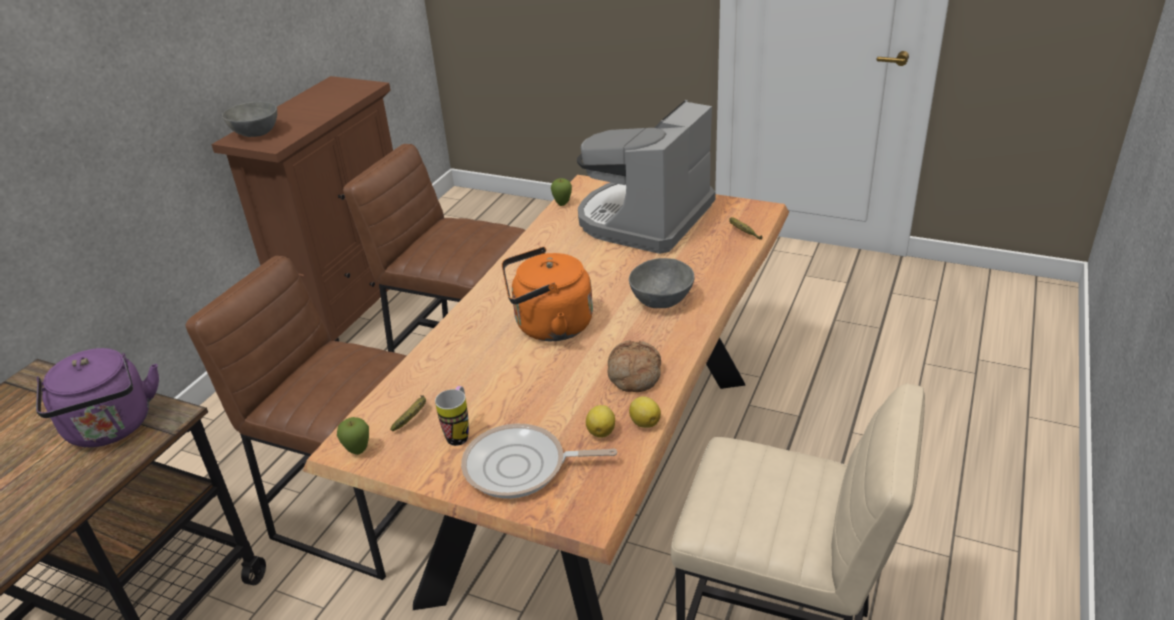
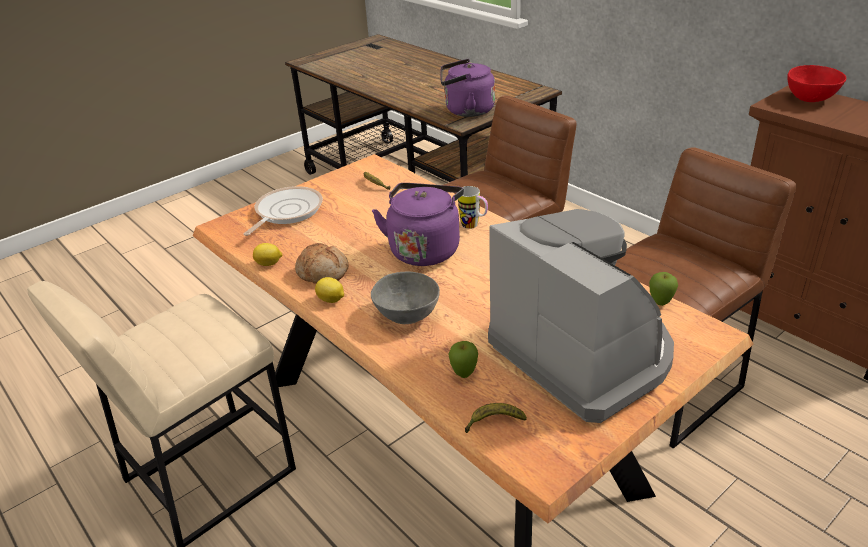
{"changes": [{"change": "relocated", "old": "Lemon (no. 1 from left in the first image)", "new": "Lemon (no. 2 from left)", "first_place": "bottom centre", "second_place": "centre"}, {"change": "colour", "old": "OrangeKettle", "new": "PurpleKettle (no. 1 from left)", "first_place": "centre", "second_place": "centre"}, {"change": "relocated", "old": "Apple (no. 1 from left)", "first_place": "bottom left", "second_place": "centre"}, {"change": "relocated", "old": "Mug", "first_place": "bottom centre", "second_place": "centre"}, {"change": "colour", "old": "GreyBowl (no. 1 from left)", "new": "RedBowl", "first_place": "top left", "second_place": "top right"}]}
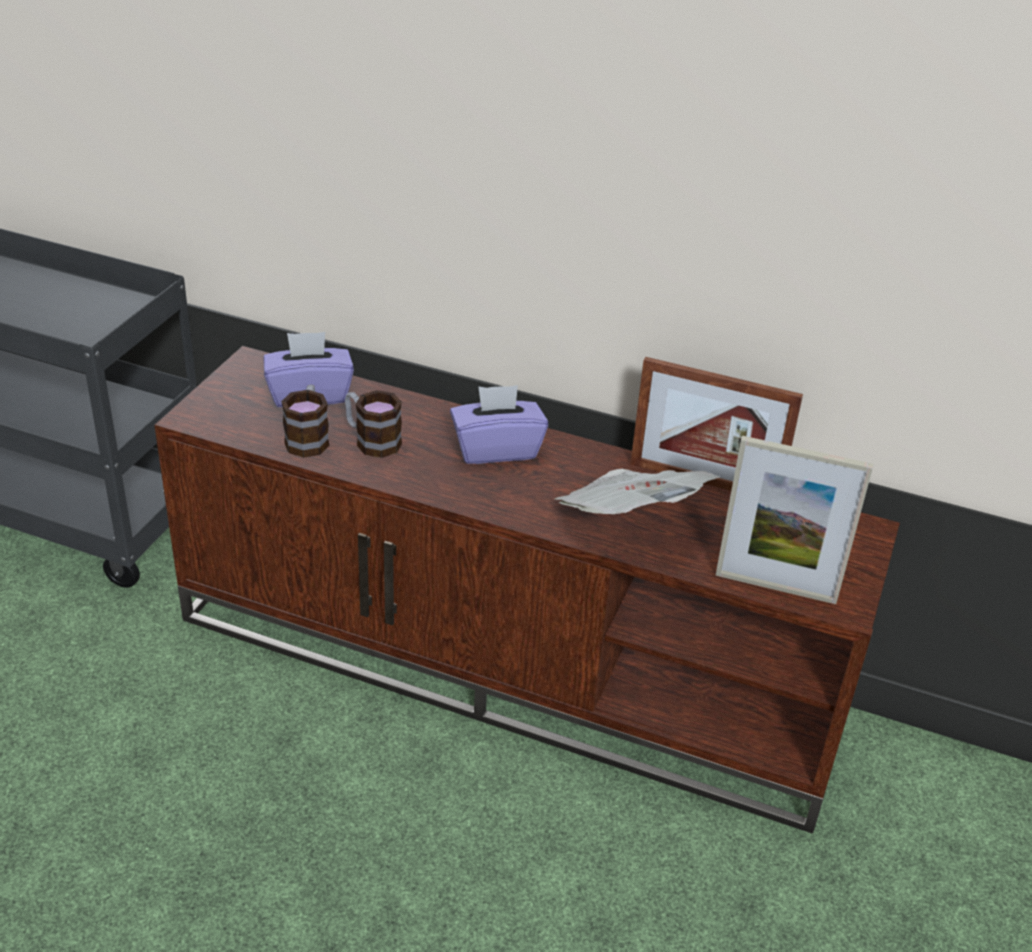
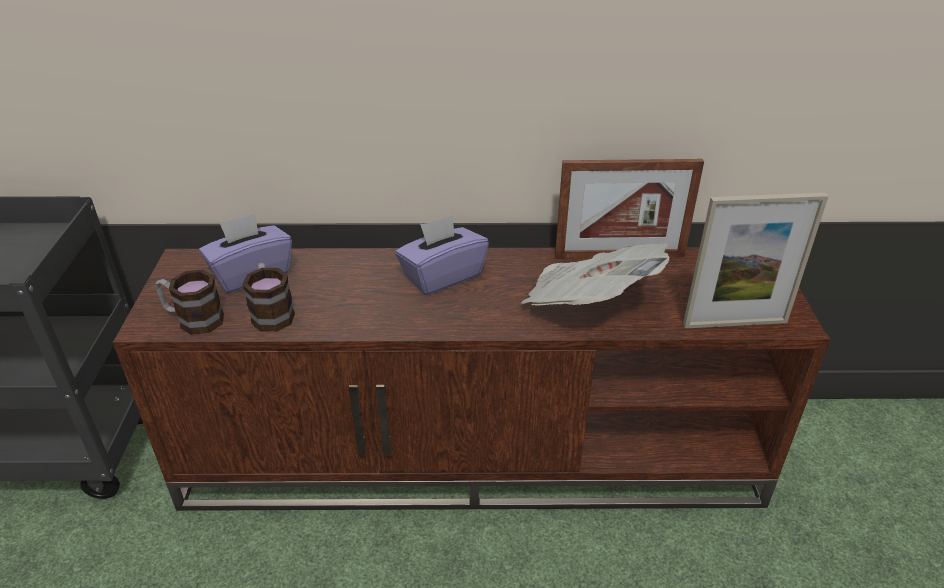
{"changes": [{"change": "relocated", "old": "Mug (no. 2 from left in the first image)", "new": "Mug (no. 1 from left)", "first_place": "centre", "second_place": "middle left"}]}
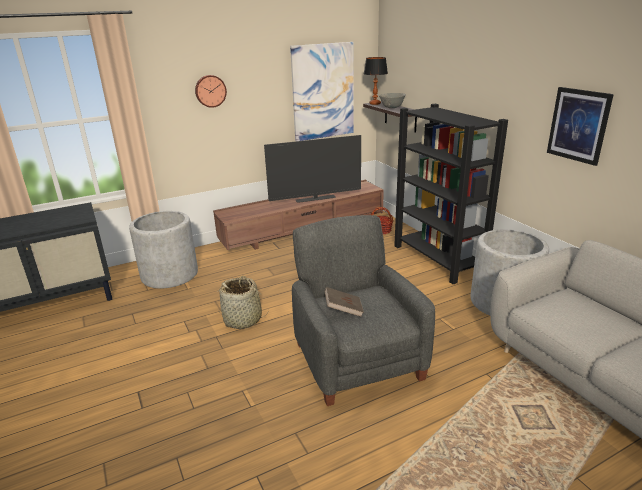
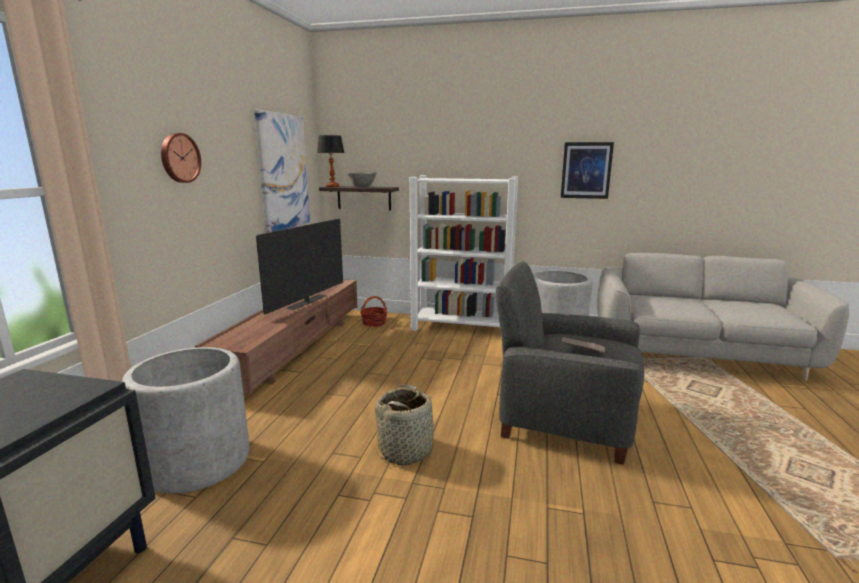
{"changes": [{"change": "colour", "old": "BlackBookcase", "new": "WhiteBookcase", "first_place": "middle right", "second_place": "centre"}]}
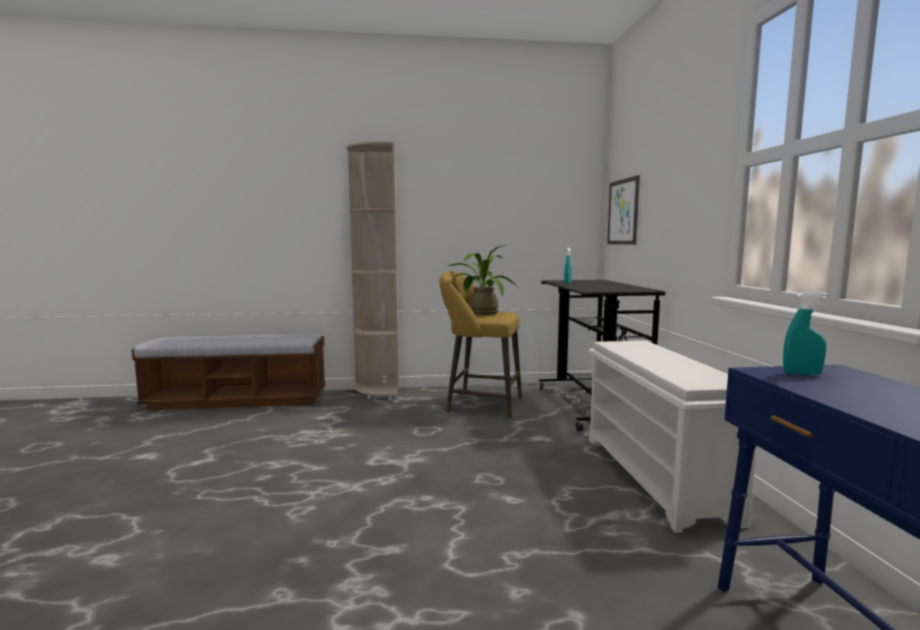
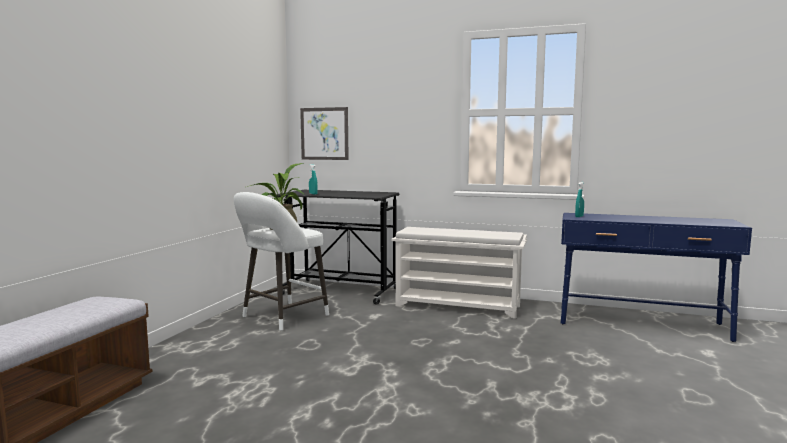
{"changes": [{"change": "colour", "old": "YellowStool", "new": "WhiteStool", "first_place": "centre", "second_place": "centre"}, {"change": "missing", "old": "BeigeBookcase", "first_place": "centre"}]}
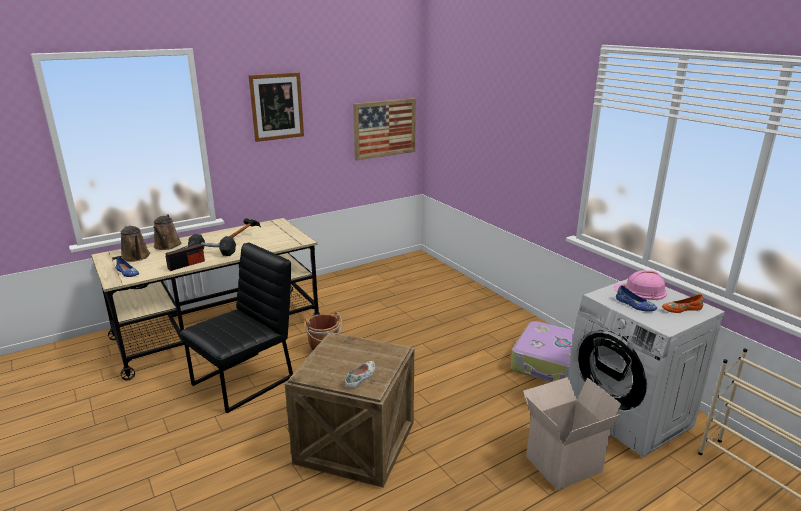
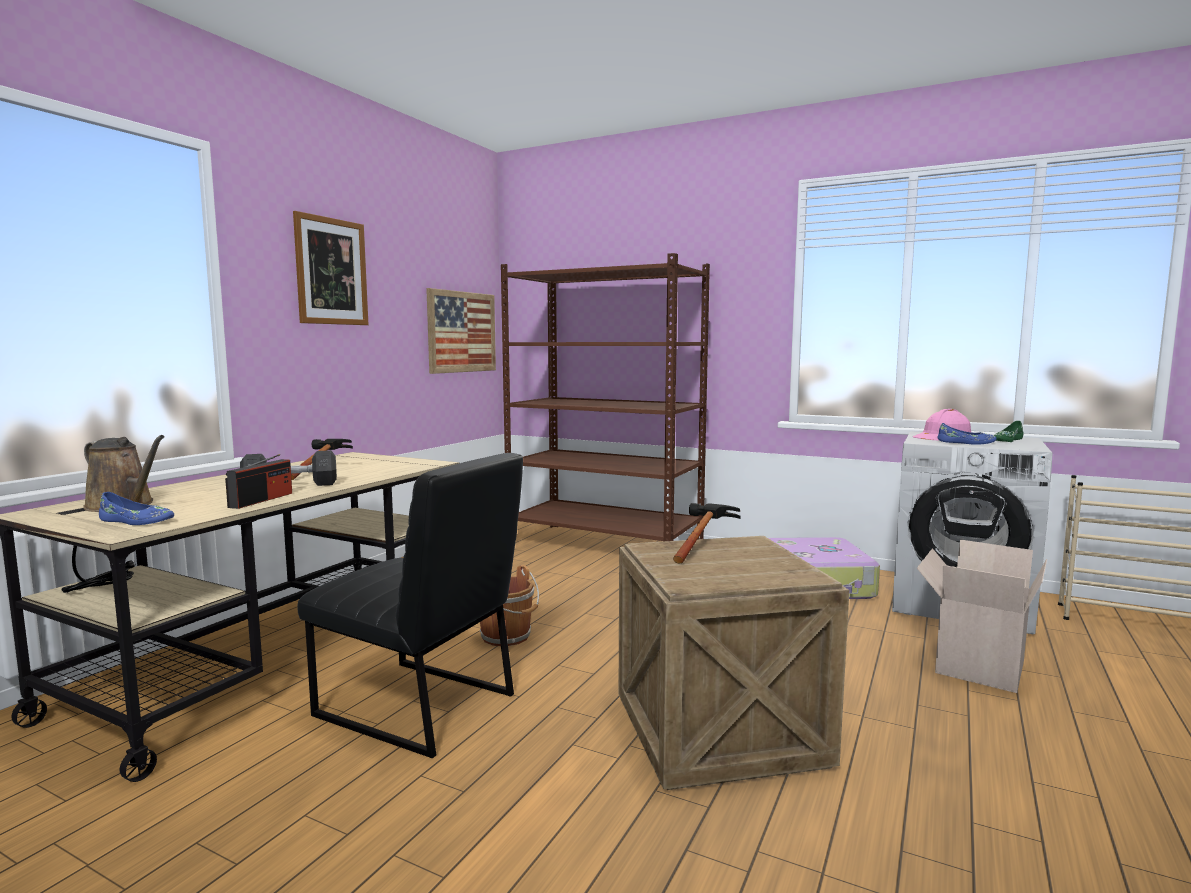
{"changes": [{"change": "spun", "old": "BlackChair", "first_place": "middle left", "second_place": "bottom centre", "degrees": 105}, {"change": "appeared", "new": "BrownBookcase", "second_place": "centre"}, {"change": "appeared", "new": "Hammer (no. 2 from left)", "second_place": "centre"}, {"change": "colour", "old": "OrangeShoe", "new": "GreenShoe", "first_place": "middle right", "second_place": "middle right"}, {"change": "missing", "old": "BrownWateringCan (no. 2 from left)", "first_place": "middle left"}, {"change": "missing", "old": "WhiteShoe", "first_place": "bottom centre"}]}
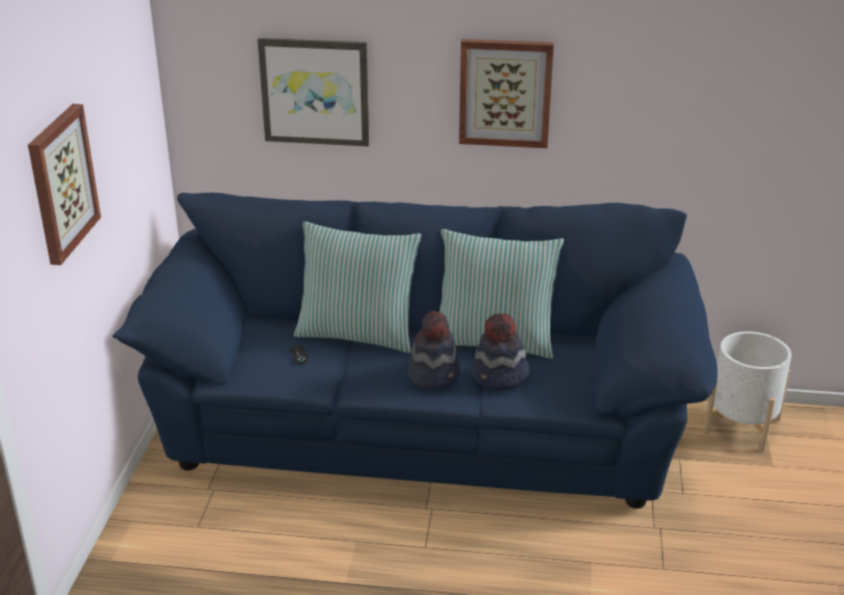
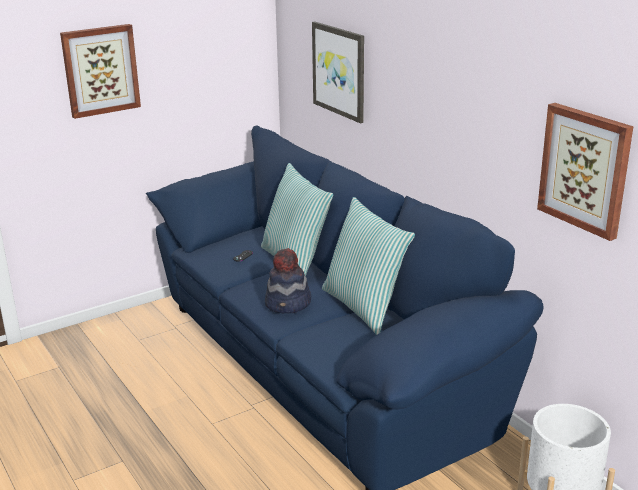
{"changes": [{"change": "relocated", "old": "Picture (no. 3 from left)", "first_place": "top centre", "second_place": "middle right"}, {"change": "missing", "old": "Hat (no. 2 from left)", "first_place": "centre"}]}
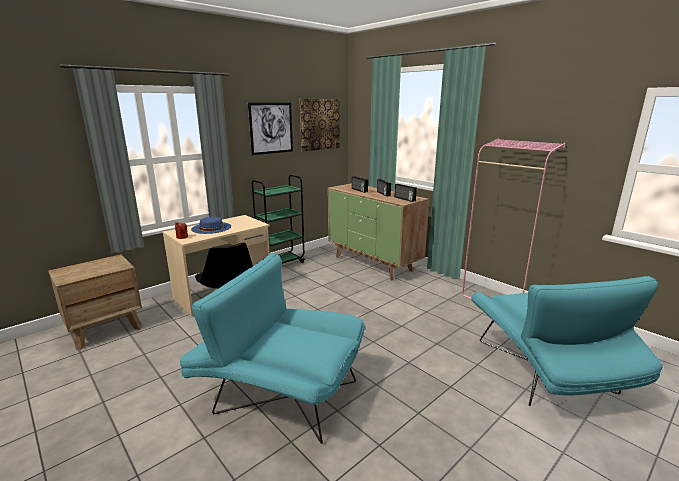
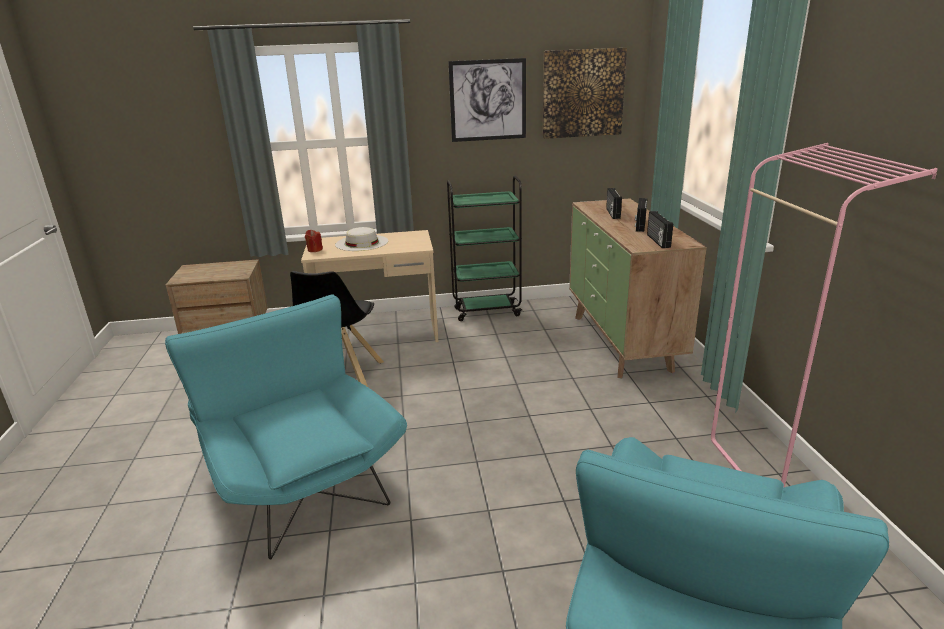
{"changes": [{"change": "colour", "old": "BlueHat", "new": "WhiteHat", "first_place": "middle left", "second_place": "centre"}]}
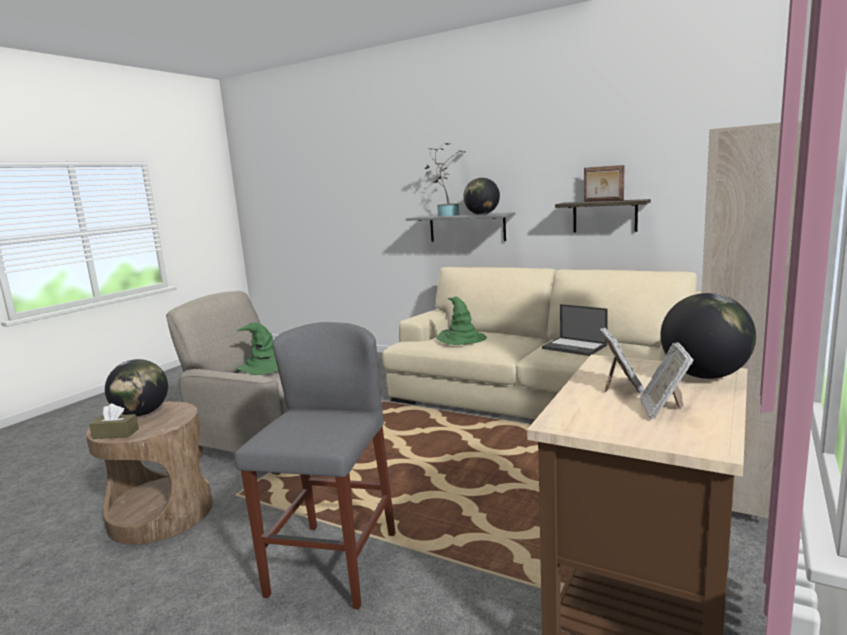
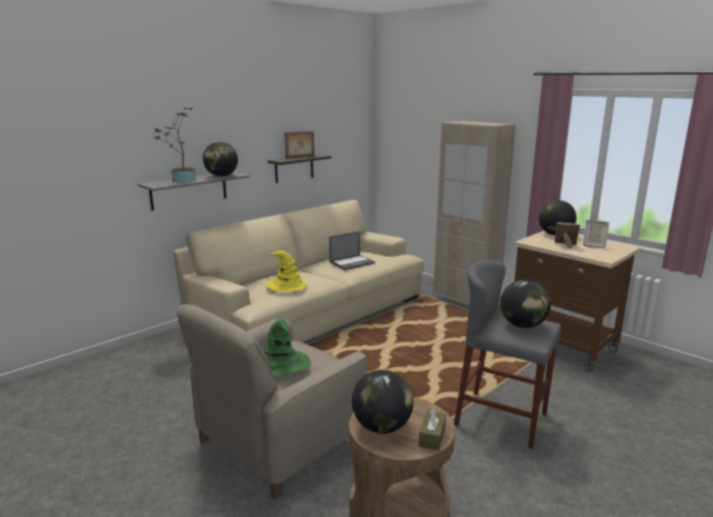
{"changes": [{"change": "colour", "old": "GreenHat (no. 2 from left)", "new": "YellowHat", "first_place": "centre", "second_place": "centre"}, {"change": "appeared", "new": "Globe (no. 3 from left)", "second_place": "middle right"}]}
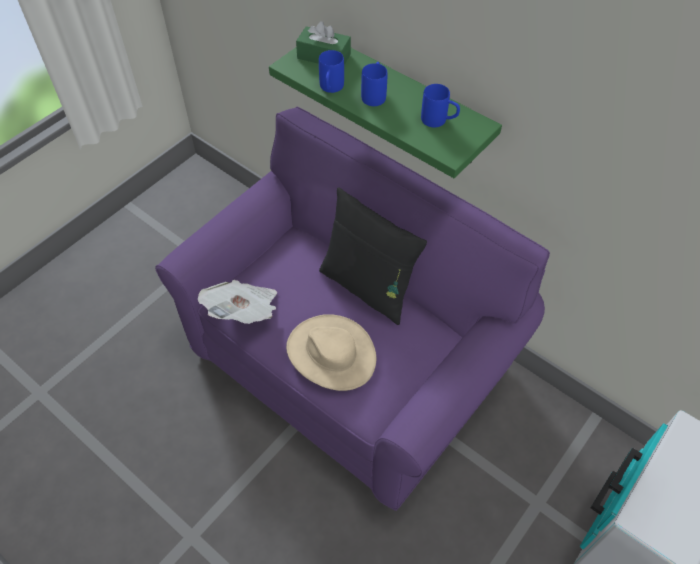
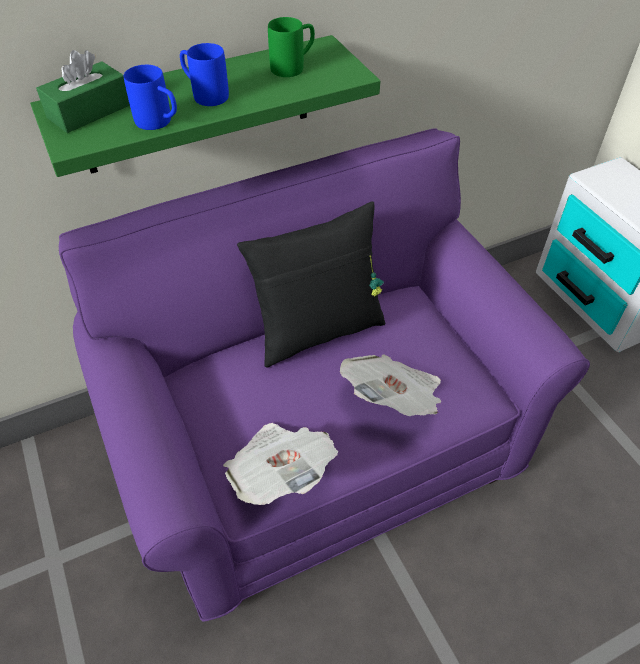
{"changes": [{"change": "colour", "old": "BlueMug (no. 3 from left)", "new": "GreenMug", "first_place": "top centre", "second_place": "top centre"}, {"change": "exchanged", "old": "BeigeHat", "new": "Newspaper (no. 2 from left)", "first_place": "centre", "second_place": "centre"}]}
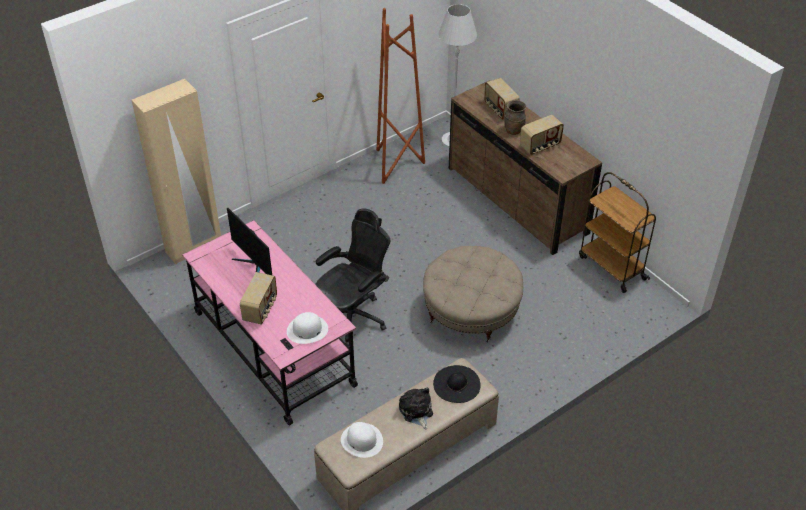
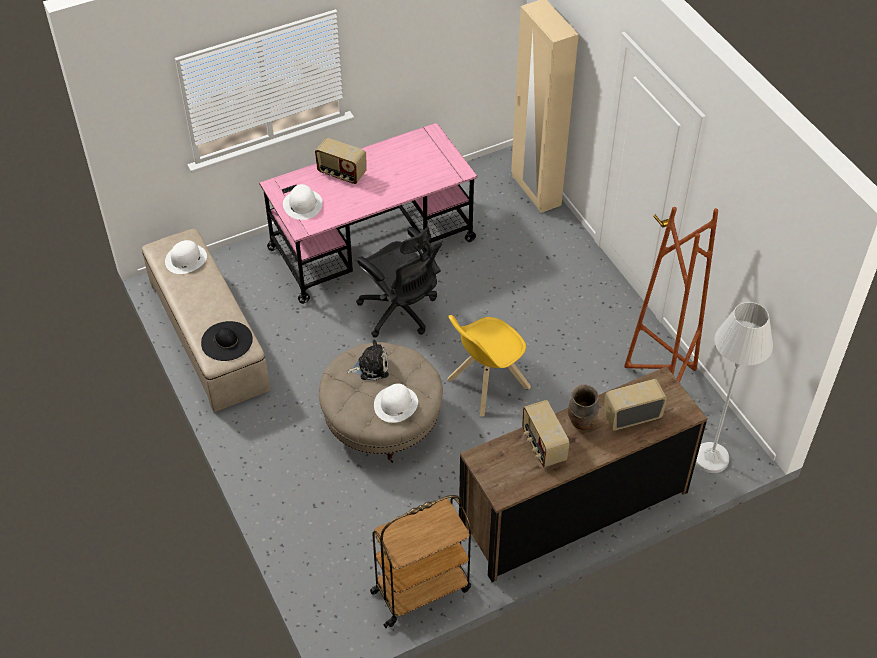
{"changes": [{"change": "relocated", "old": "PlushToy", "first_place": "bottom centre", "second_place": "centre"}, {"change": "appeared", "new": "WhiteHat (no. 3 from left)", "second_place": "centre"}, {"change": "appeared", "new": "YellowChair", "second_place": "centre"}, {"change": "missing", "old": "Monitor", "first_place": "middle left"}]}
